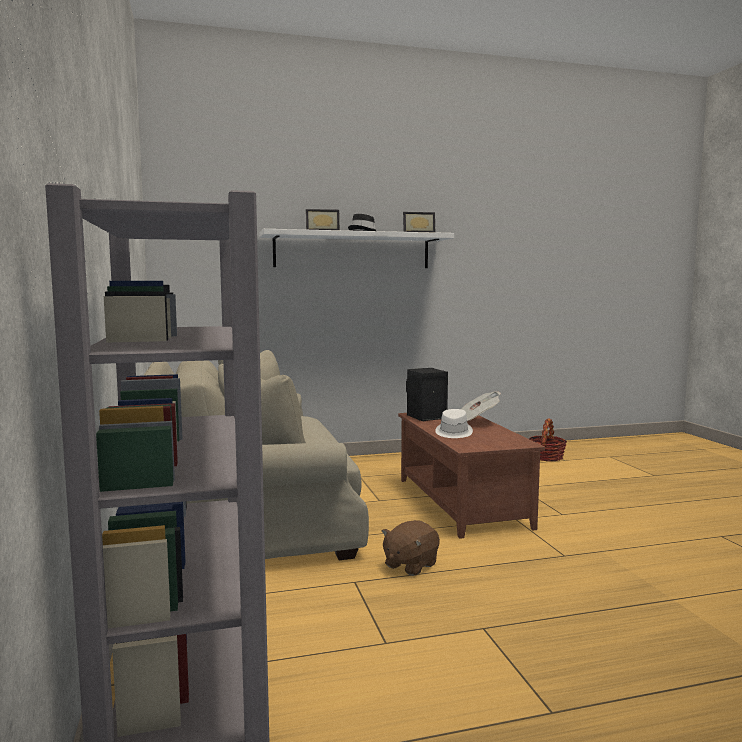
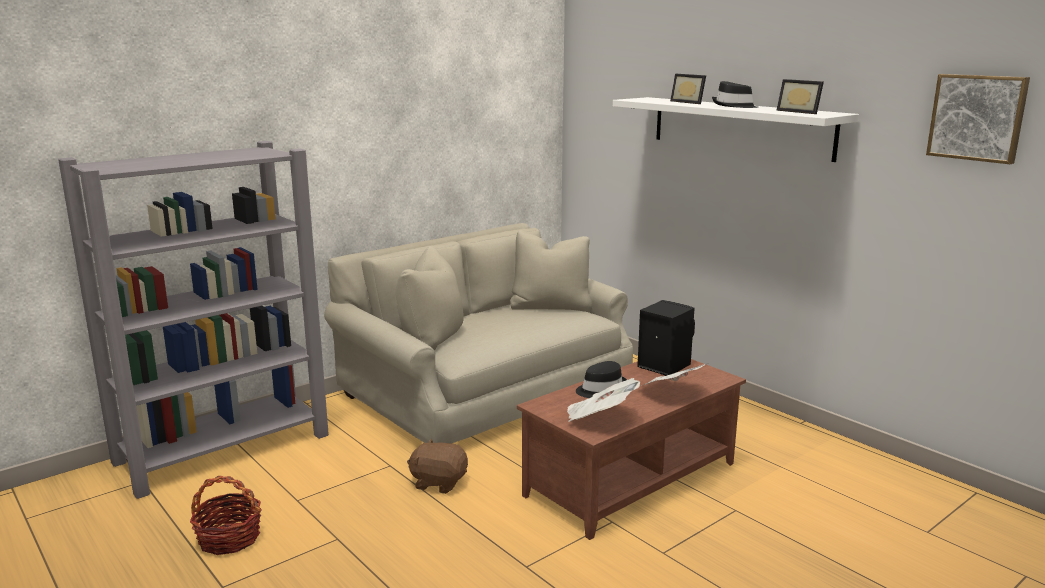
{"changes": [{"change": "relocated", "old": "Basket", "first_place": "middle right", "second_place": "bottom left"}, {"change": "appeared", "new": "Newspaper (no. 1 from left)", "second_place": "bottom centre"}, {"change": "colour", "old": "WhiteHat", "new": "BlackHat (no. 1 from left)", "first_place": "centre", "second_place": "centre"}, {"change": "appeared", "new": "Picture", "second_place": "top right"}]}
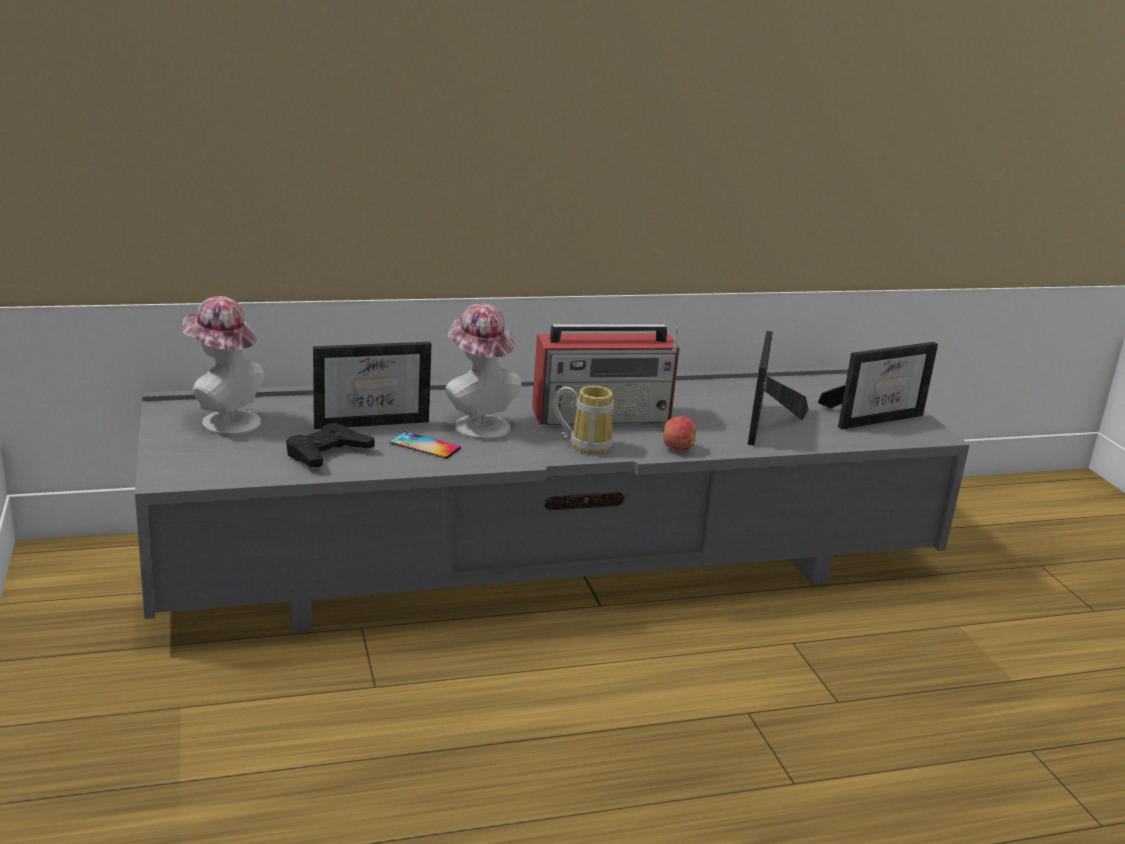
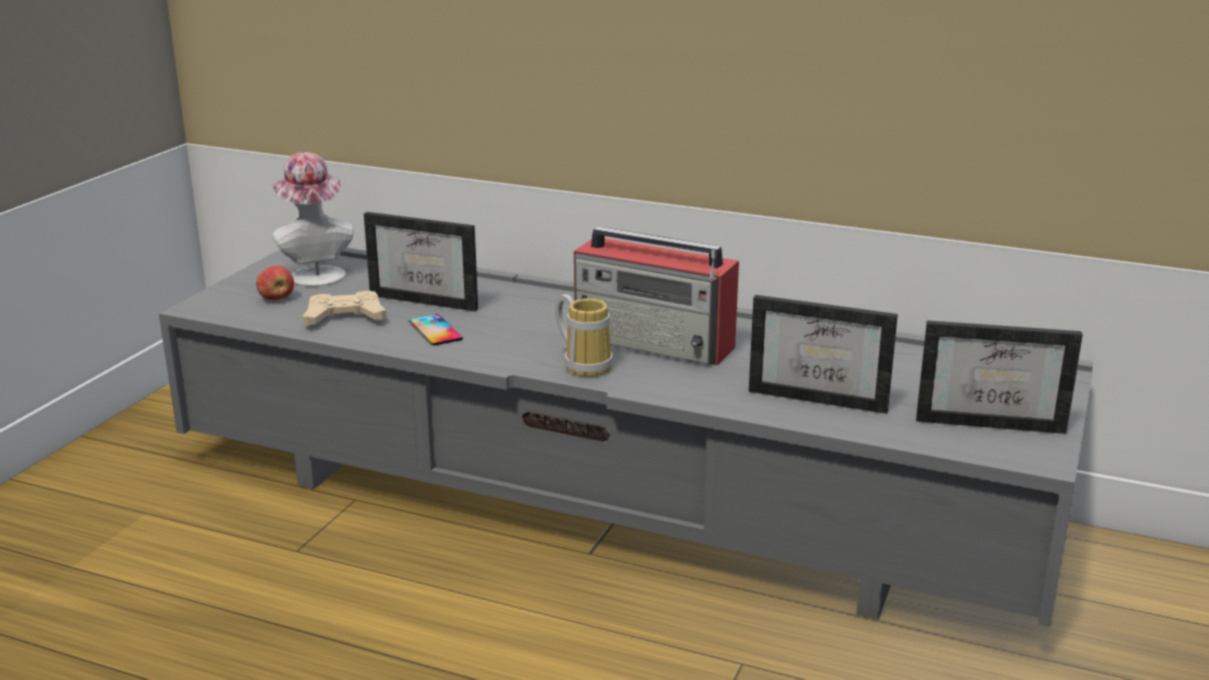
{"changes": [{"change": "relocated", "old": "Apple", "first_place": "centre", "second_place": "middle left"}, {"change": "colour", "old": "BlackGameController", "new": "BeigeGameController", "first_place": "middle left", "second_place": "middle left"}, {"change": "spun", "old": "PictureFrame (no. 2 from left)", "first_place": "middle right", "second_place": "middle right", "degrees": -120}, {"change": "missing", "old": "Hat (no. 2 from left)", "first_place": "centre"}]}
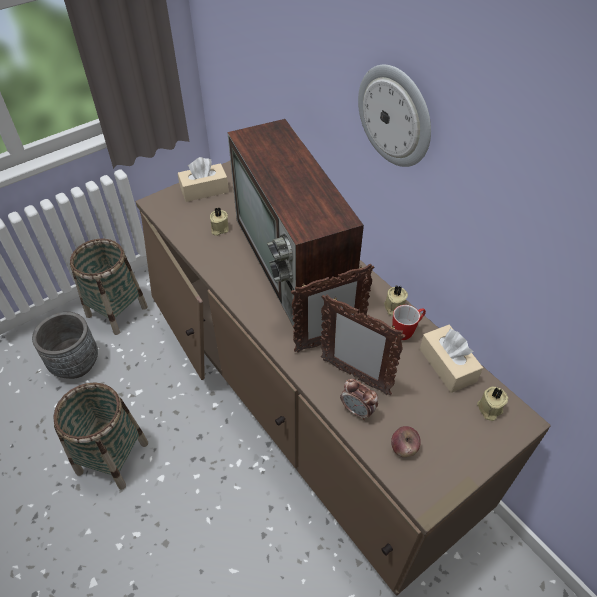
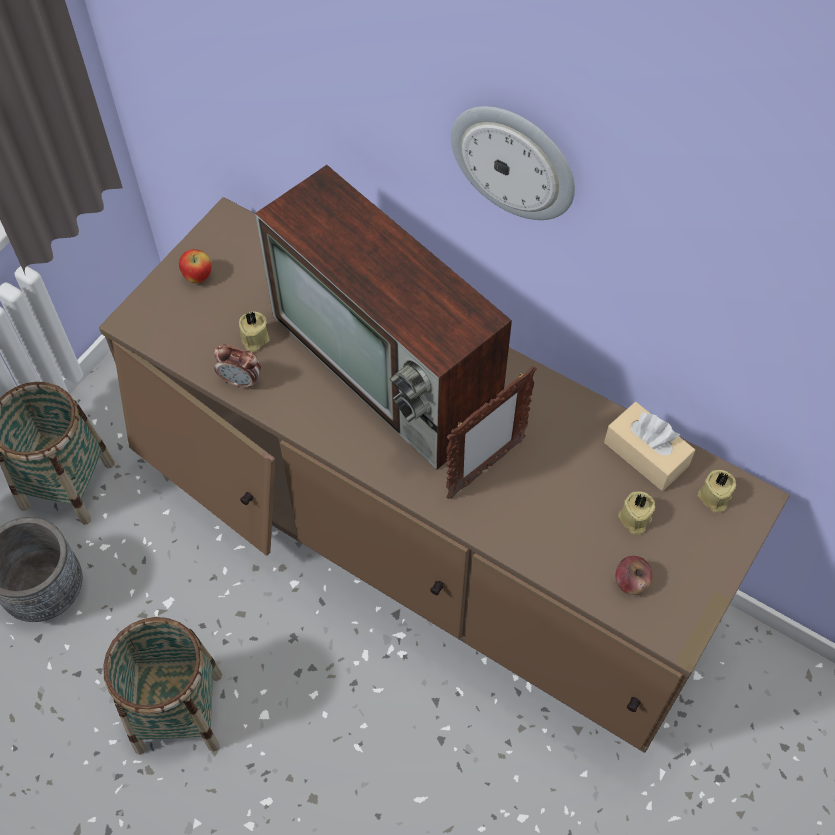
{"changes": [{"change": "exchanged", "old": "BeigeTissueBox (no. 1 from left)", "new": "Apple (no. 1 from left)", "first_place": "top centre", "second_place": "top left"}, {"change": "relocated", "old": "AlarmClock", "first_place": "bottom centre", "second_place": "middle left"}, {"change": "relocated", "old": "BeigeCandle (no. 2 from left)", "first_place": "centre", "second_place": "middle right"}, {"change": "missing", "old": "PictureFrame (no. 2 from left)", "first_place": "centre"}, {"change": "missing", "old": "Mug", "first_place": "middle right"}]}
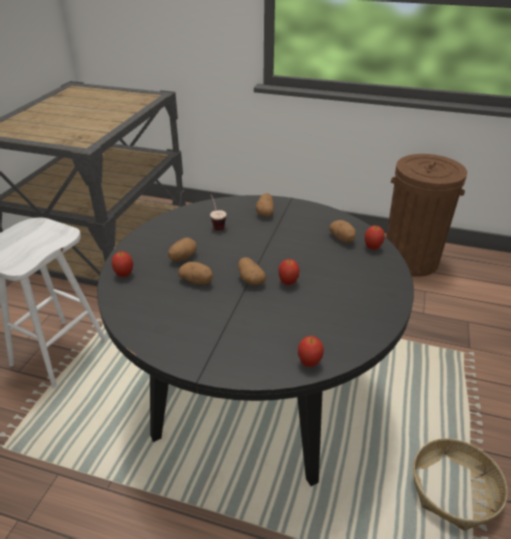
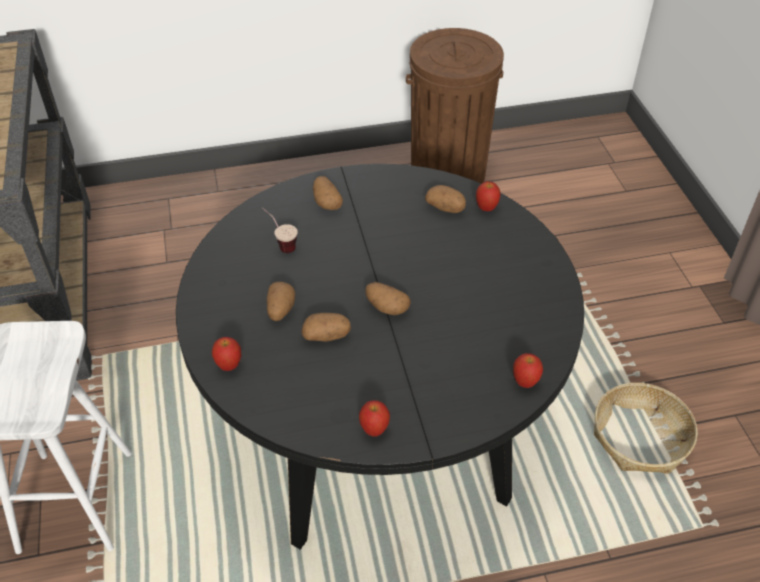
{"changes": [{"change": "relocated", "old": "Apple (no. 2 from left)", "first_place": "centre", "second_place": "bottom centre"}]}
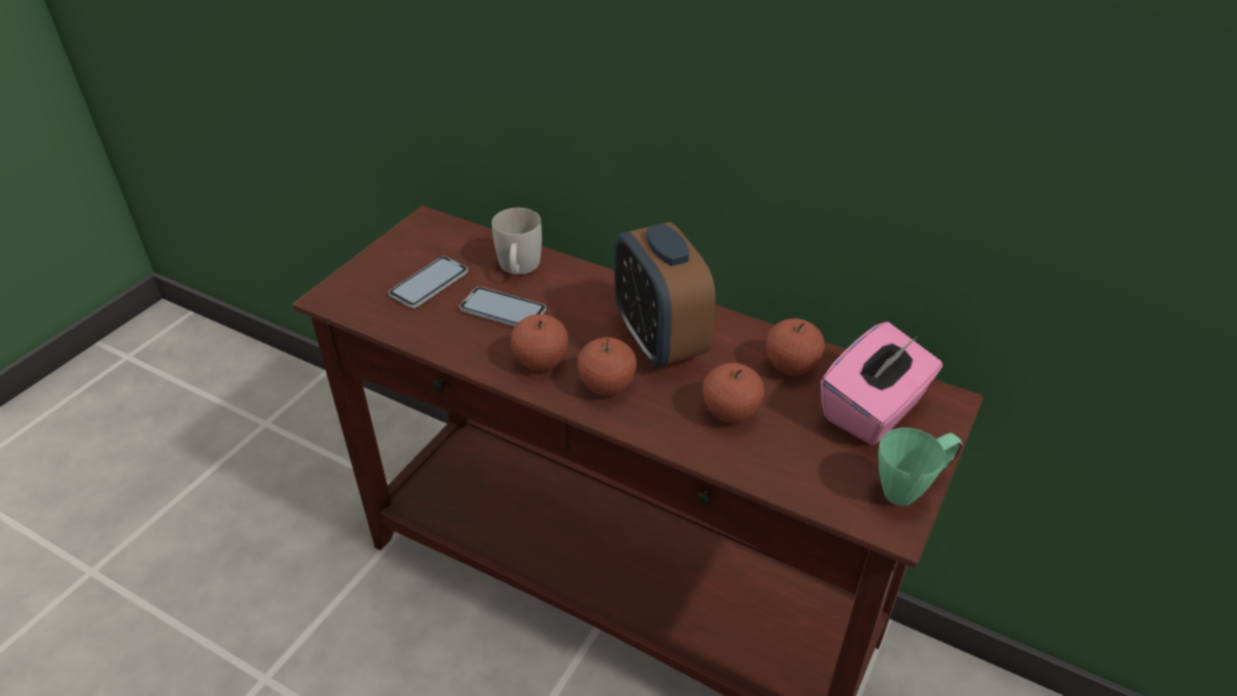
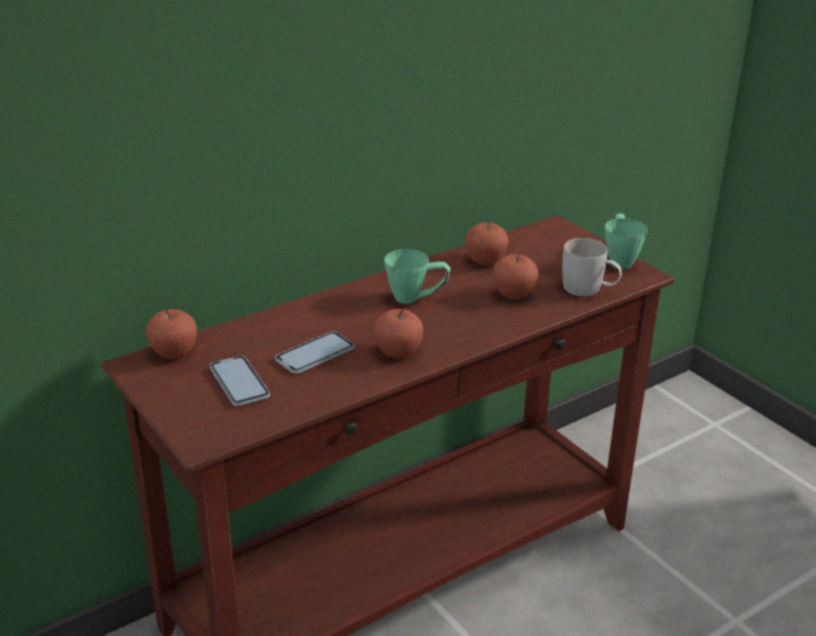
{"changes": [{"change": "relocated", "old": "Apple (no. 2 from left in the first image)", "new": "Apple (no. 1 from left)", "first_place": "centre", "second_place": "middle left"}, {"change": "exchanged", "old": "AlarmClock", "new": "GreenMug (no. 1 from left)", "first_place": "centre", "second_place": "centre"}, {"change": "relocated", "old": "WhiteMug", "first_place": "centre", "second_place": "middle right"}, {"change": "missing", "old": "PinkTissueBox", "first_place": "middle right"}]}
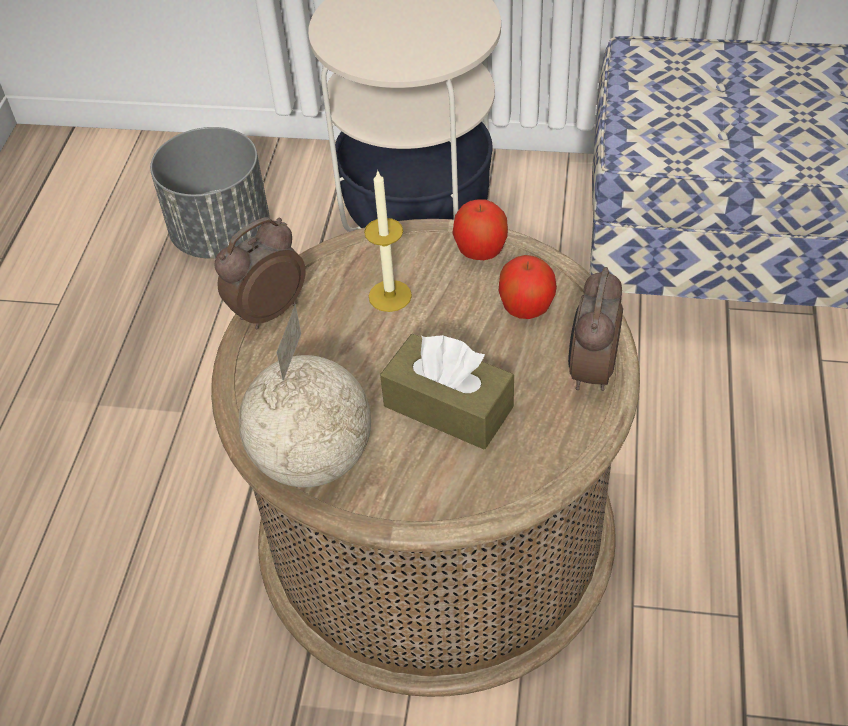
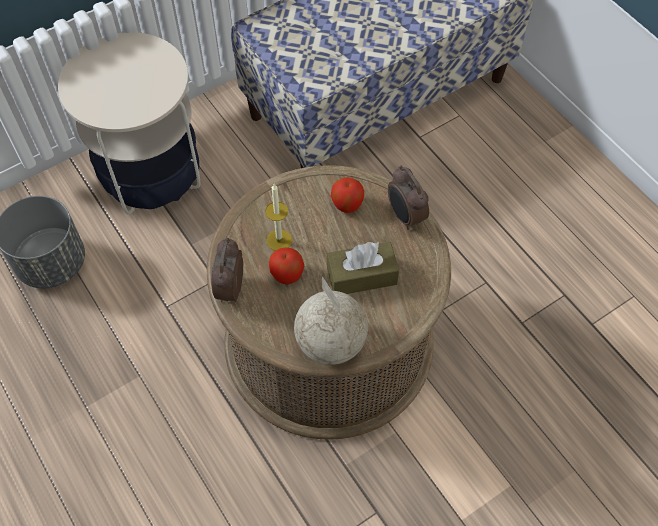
{"changes": [{"change": "relocated", "old": "Apple (no. 1 from left)", "first_place": "top centre", "second_place": "centre"}]}
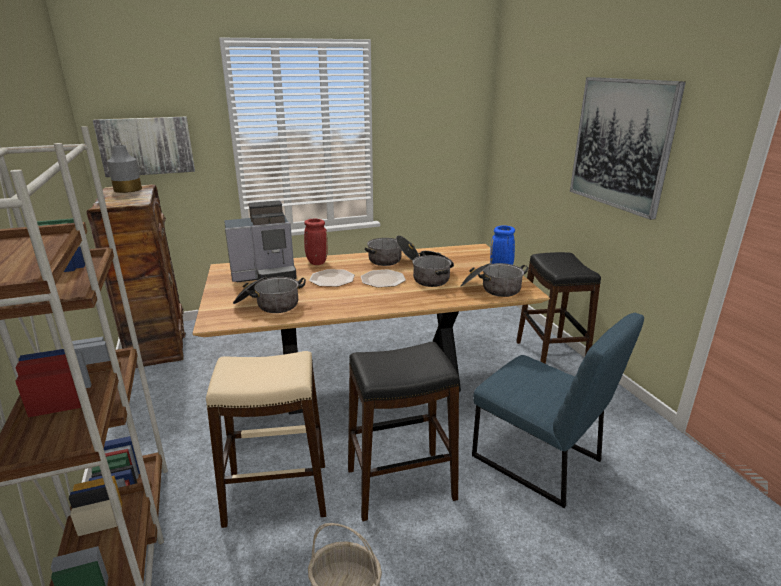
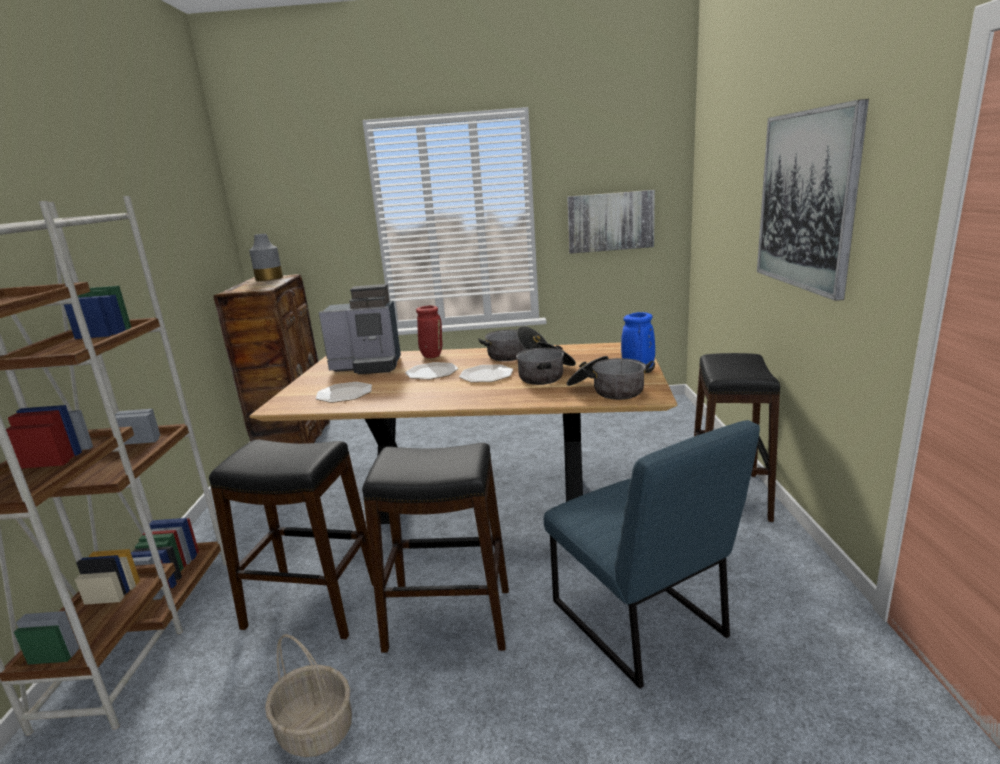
{"changes": [{"change": "colour", "old": "BeigeStool", "new": "BlackStool (no. 1 from left)", "first_place": "bottom centre", "second_place": "bottom left"}, {"change": "exchanged", "old": "CookingPot (no. 1 from left)", "new": "Plate (no. 1 from left)", "first_place": "centre", "second_place": "centre"}, {"change": "relocated", "old": "Picture (no. 1 from left)", "first_place": "top left", "second_place": "top centre"}]}
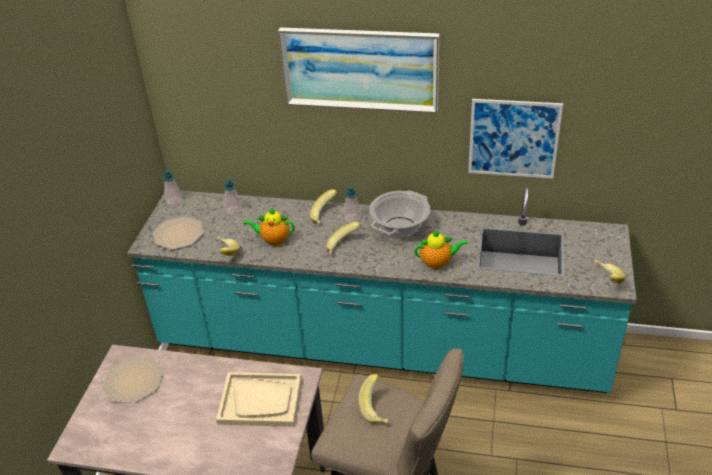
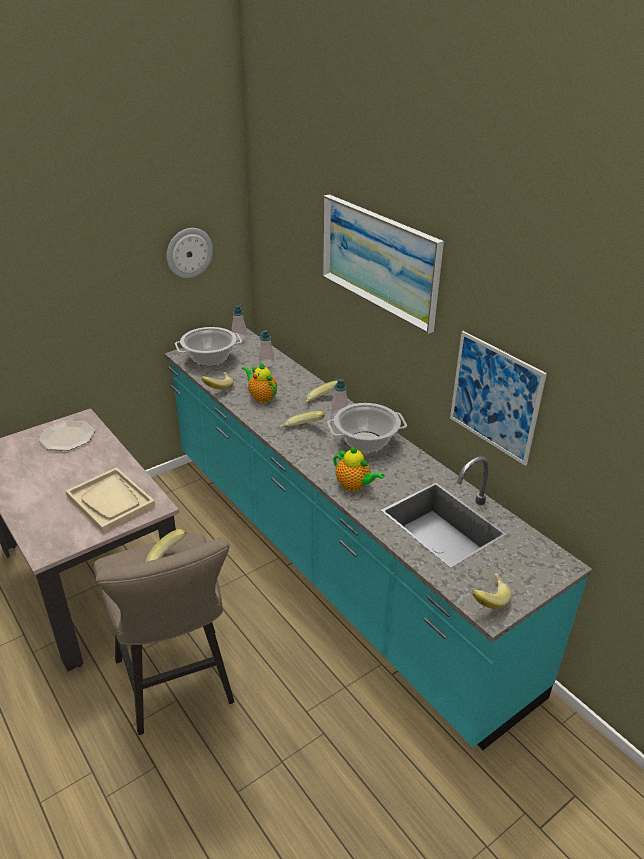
{"changes": [{"change": "appeared", "new": "WallClock", "second_place": "top left"}, {"change": "exchanged", "old": "Plate (no. 2 from left)", "new": "CookingPot (no. 1 from left)", "first_place": "middle left", "second_place": "middle left"}]}
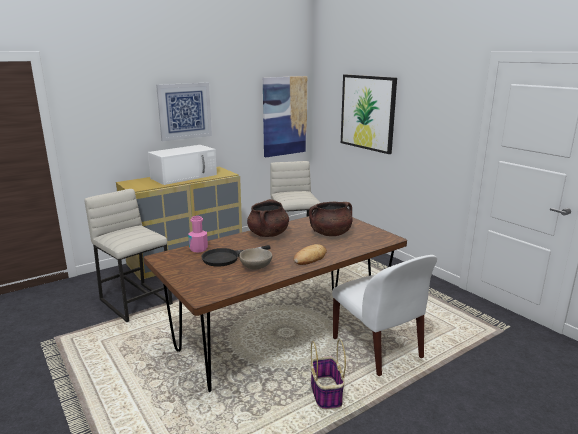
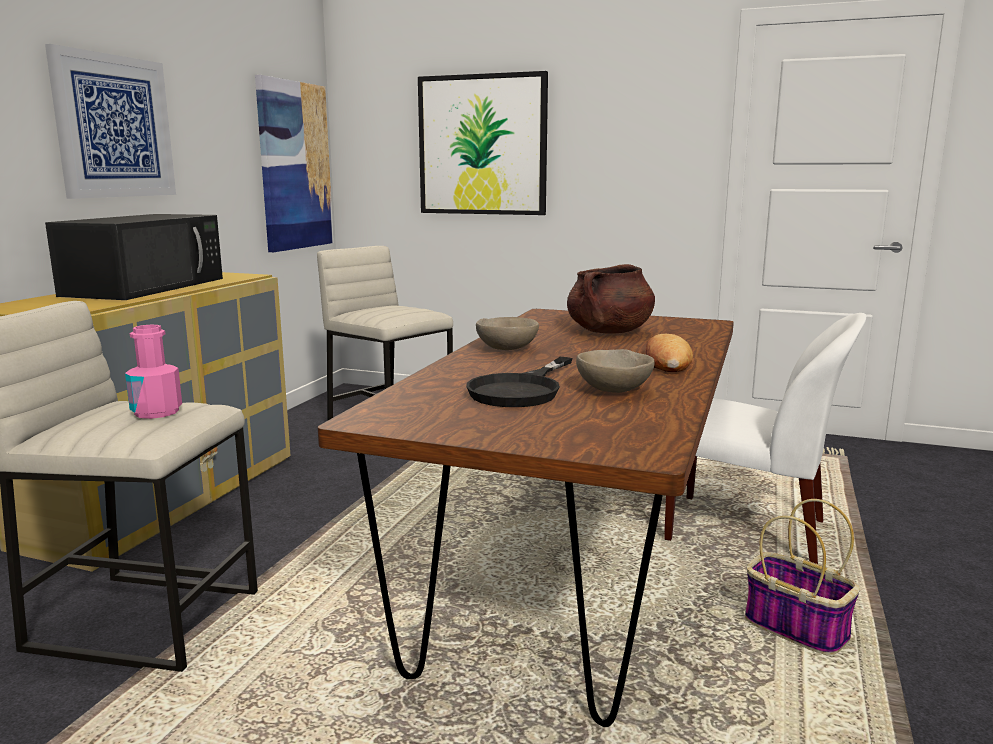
{"changes": [{"change": "colour", "old": "WhiteMicrowave", "new": "BlackMicrowave", "first_place": "middle left", "second_place": "middle left"}, {"change": "relocated", "old": "PinkBottle", "first_place": "centre", "second_place": "middle left"}, {"change": "exchanged", "old": "BrownCookingPot (no. 1 from left)", "new": "BeigeBowl (no. 1 from left)", "first_place": "centre", "second_place": "centre"}]}
